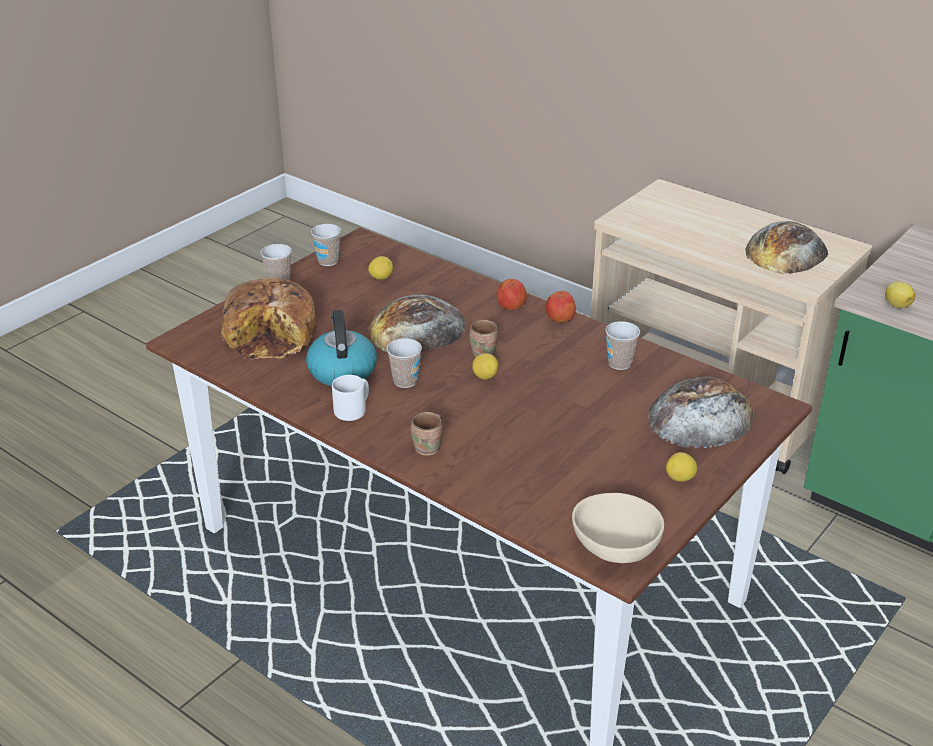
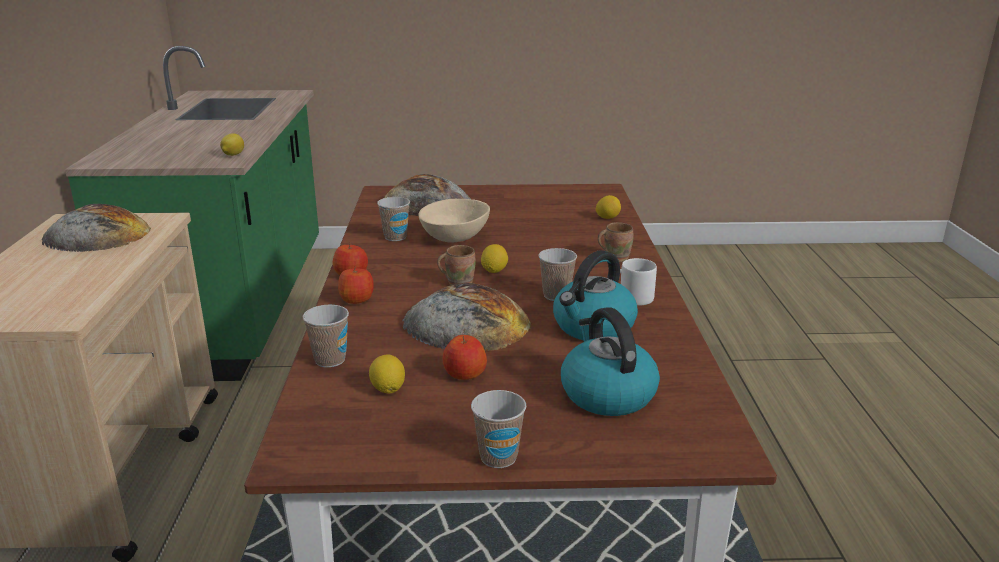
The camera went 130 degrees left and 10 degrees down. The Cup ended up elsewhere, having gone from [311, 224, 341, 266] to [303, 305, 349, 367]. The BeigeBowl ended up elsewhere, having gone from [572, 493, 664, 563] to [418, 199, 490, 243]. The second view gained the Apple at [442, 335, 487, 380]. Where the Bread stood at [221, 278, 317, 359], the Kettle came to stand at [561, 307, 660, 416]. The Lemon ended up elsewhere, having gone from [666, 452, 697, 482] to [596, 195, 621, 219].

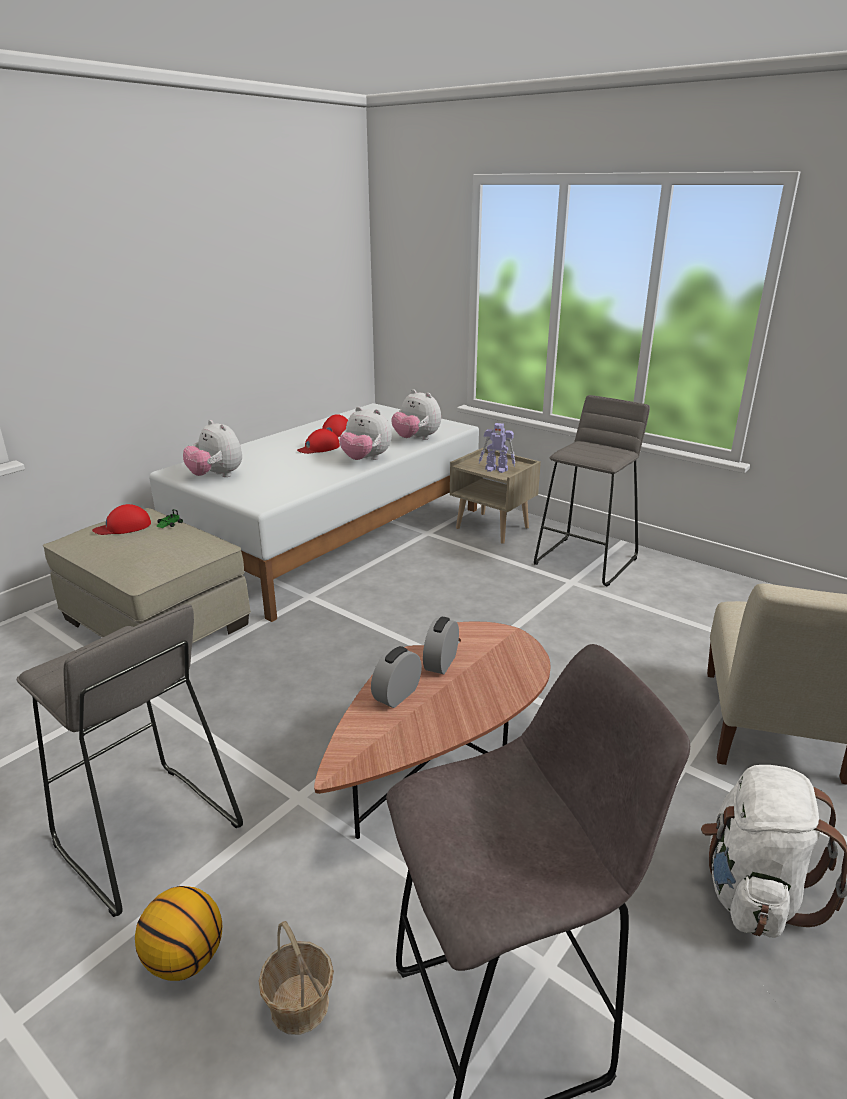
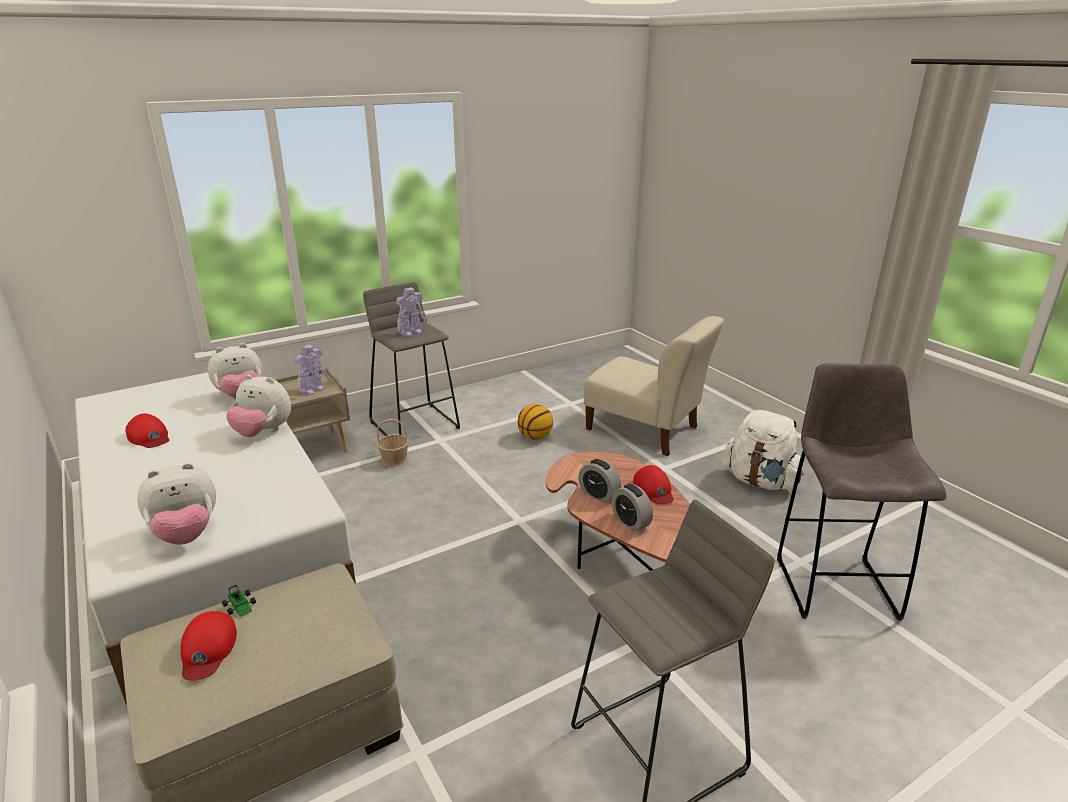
The camera went 70 degrees left and 0 degrees up. The PlushToy at [339, 407, 392, 460] ended up facing another way, 60 degrees clockwise from before. The Basket ended up elsewhere, having gone from [258, 921, 334, 1035] to [377, 419, 409, 467]. The second view gained the ToyRobot at [396, 287, 428, 337]. The Basketball ended up elsewhere, having gone from [135, 886, 222, 981] to [518, 404, 553, 440]. The RedCap ended up elsewhere, having gone from [297, 429, 340, 454] to [633, 465, 674, 504].

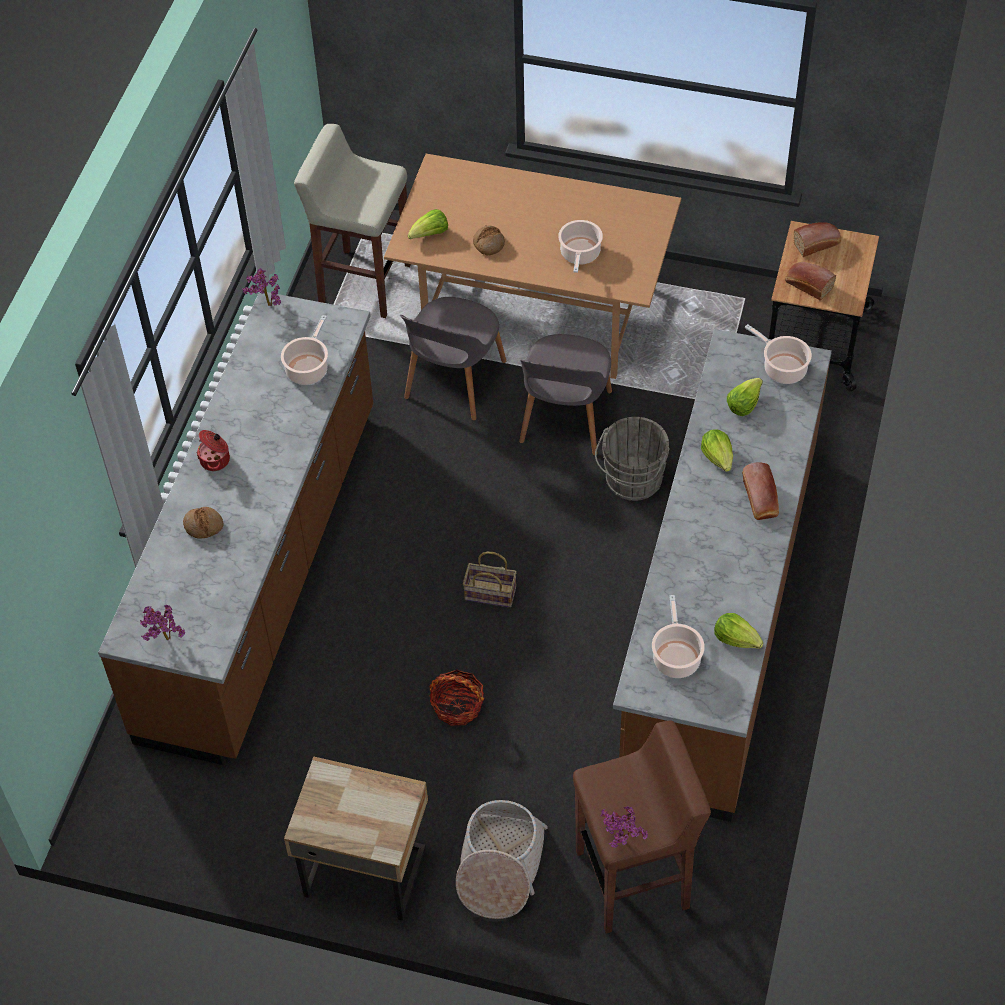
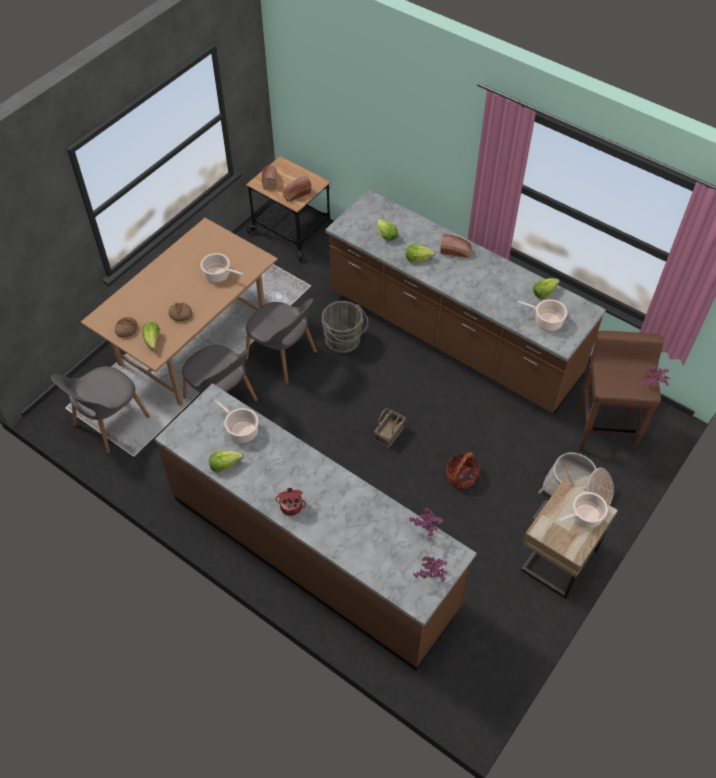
The camera went 70 degrees left and 0 degrees up. Where the BeigeStool stood at [294, 124, 411, 318], the GreyChair came to stand at [51, 366, 150, 454]. The Bread ended up elsewhere, having gone from [183, 507, 224, 539] to [115, 317, 137, 337]. The second view gained the Lettuce at [209, 451, 243, 472]. The PottedPlant ended up elsewhere, having gone from [242, 268, 281, 306] to [409, 507, 443, 536]. The CookingPot ended up elsewhere, having gone from [745, 324, 812, 384] to [557, 492, 608, 528].

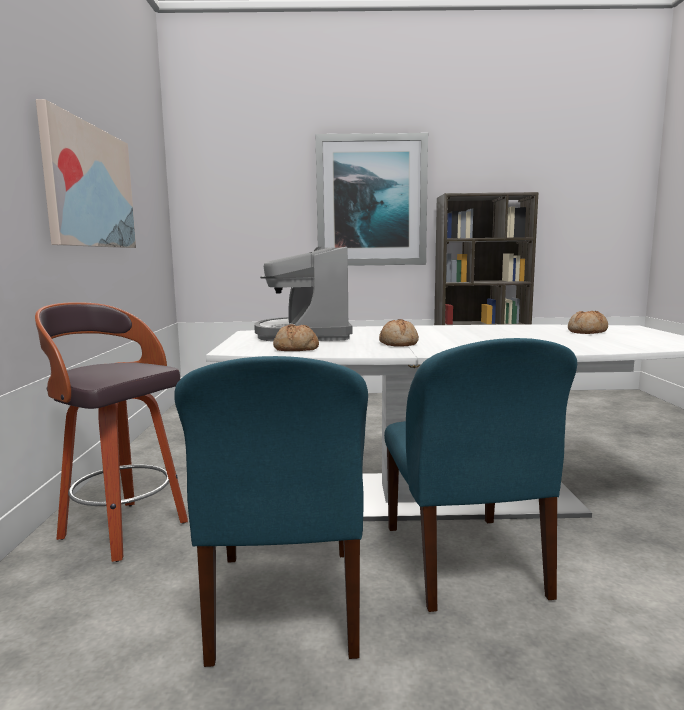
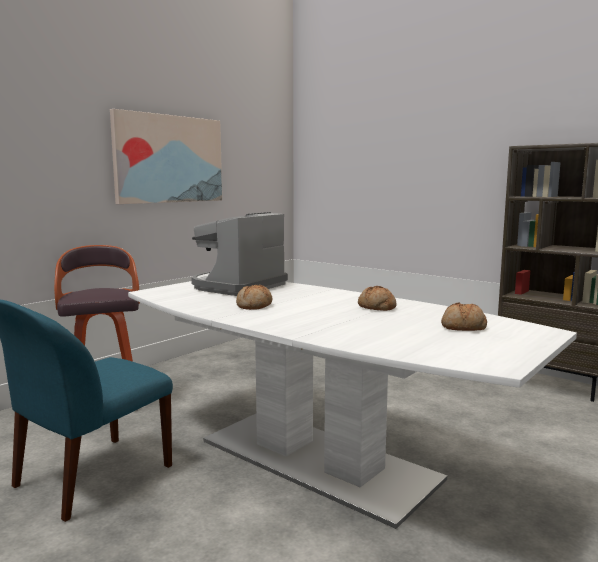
The camera went 40 degrees right and 0 degrees up. The Bread ended up elsewhere, having gone from [273, 324, 319, 351] to [358, 286, 396, 311]. The second view lost the Picture at [315, 133, 428, 266]. The second view lost the BlueChair at [384, 338, 577, 612].

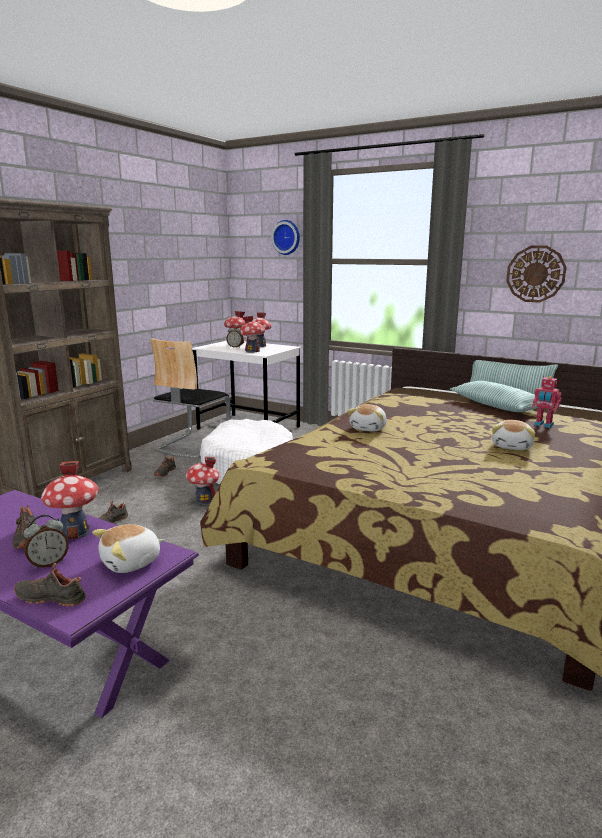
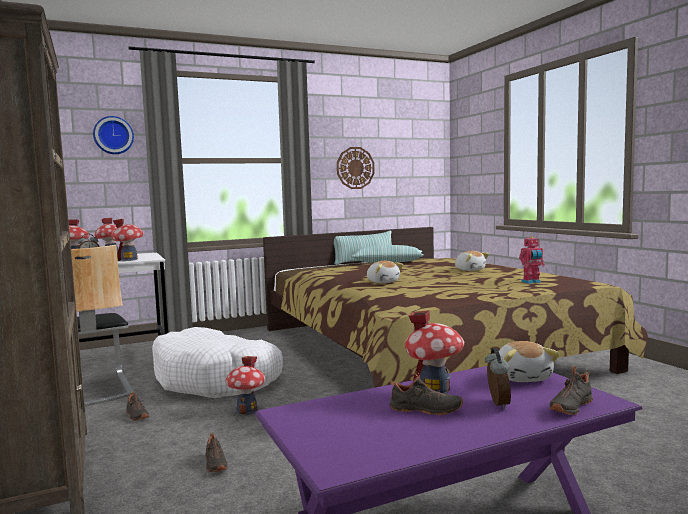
The camera went 55 degrees left and 10 degrees down. The ToyRobot ended up elsewhere, having gone from [532, 376, 561, 428] to [519, 236, 545, 284].

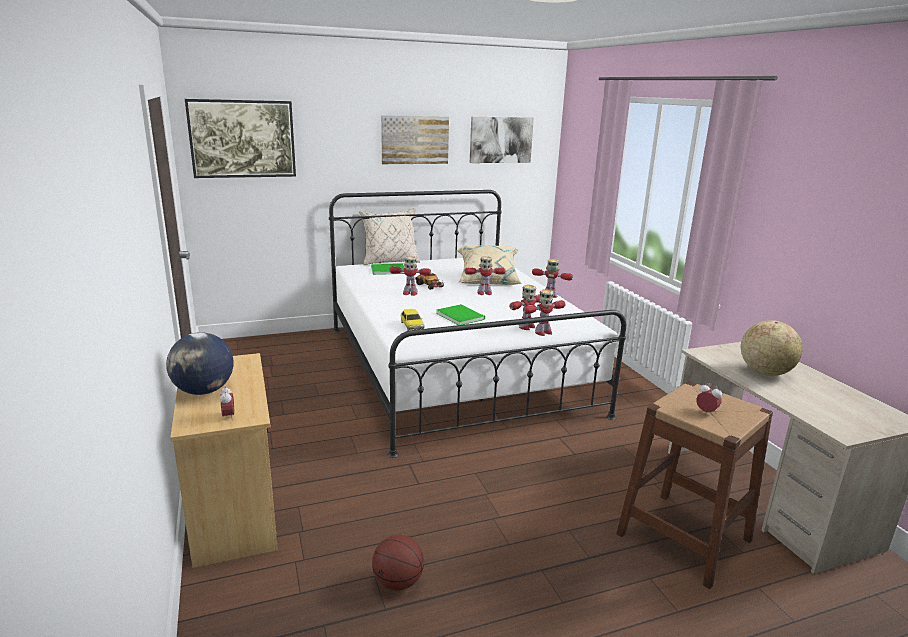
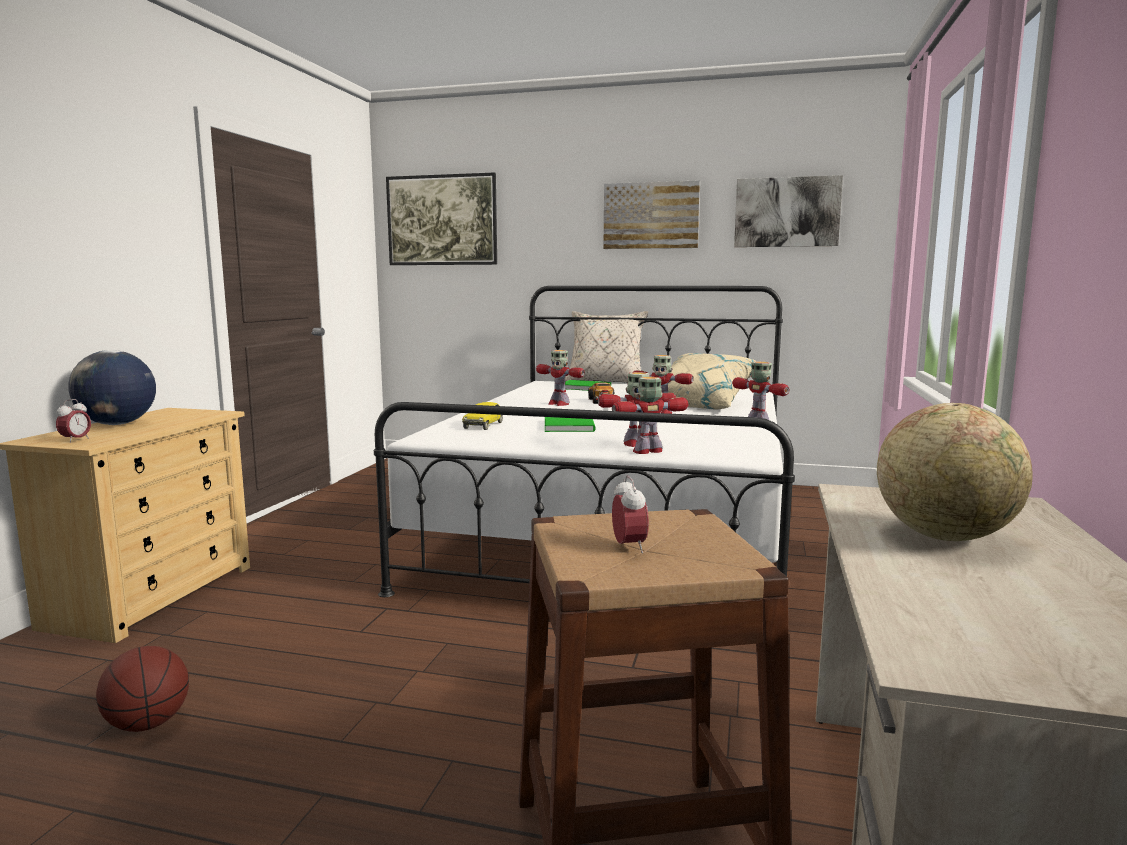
The camera went 35 degrees right and 10 degrees down. The ToyRobot at [523, 290, 566, 336] ended up facing another way, 150 degrees clockwise from before.

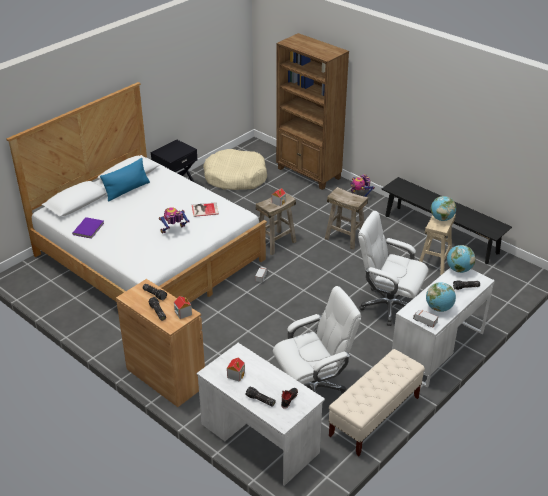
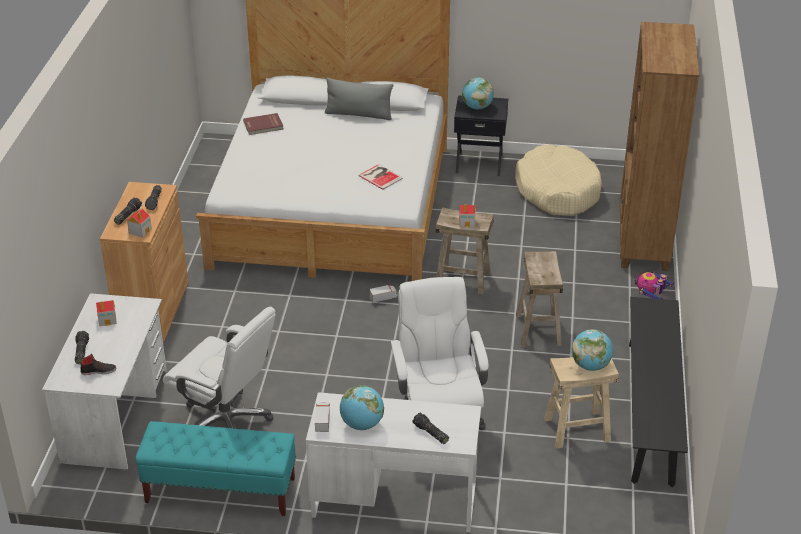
The camera went 55 degrees right and 0 degrees up. What was the BeigeBench at [329, 349, 425, 456] turned into the TurquoiseBench at [136, 421, 296, 516]. What was the PurpleBook at [72, 217, 104, 239] turned into the RedBook at [243, 113, 283, 135]. What was the BluePillow at [100, 158, 150, 202] turned into the GreyPillow at [325, 78, 393, 120]. The Globe ended up elsewhere, having gone from [447, 245, 475, 273] to [462, 77, 494, 109]. The second view lost the ToyRobot at [159, 207, 190, 234].

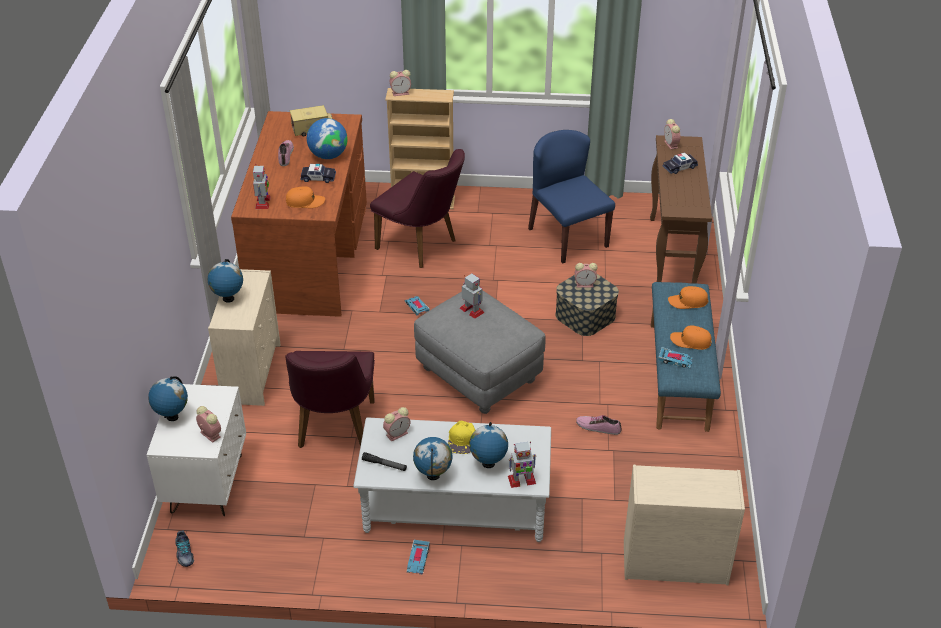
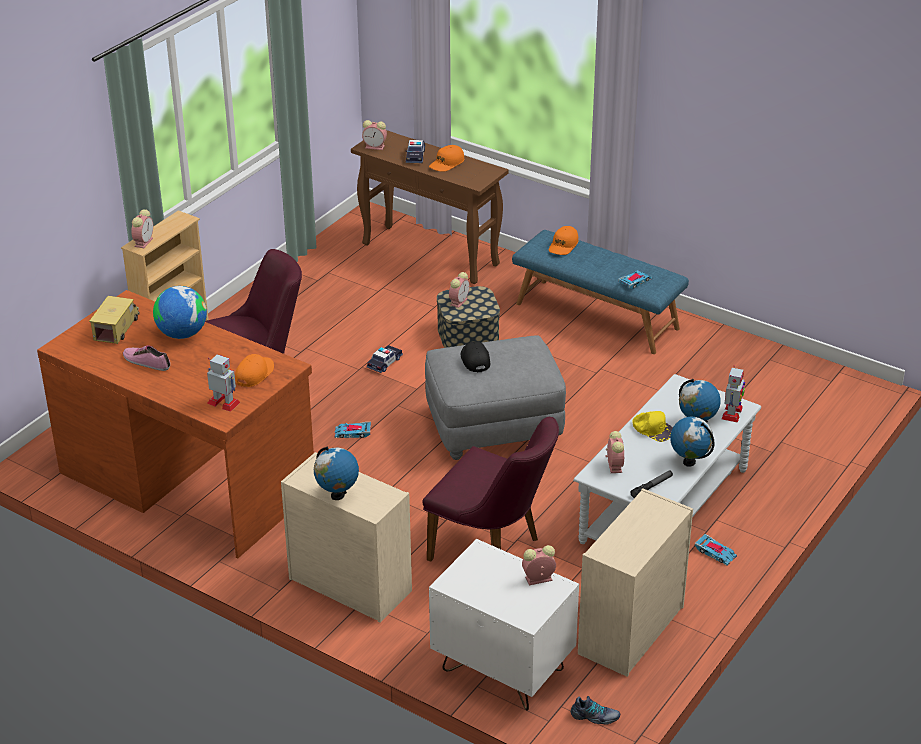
The camera went 60 degrees left and 5 degrees down. The ToyCar ended up elsewhere, having gone from [300, 164, 336, 183] to [367, 345, 403, 373]. The OrangeCap ended up elsewhere, having gone from [670, 325, 711, 350] to [429, 145, 464, 172]. Where the ToyRobot stood at [460, 274, 484, 319], the BlackCap came to stand at [461, 341, 490, 373]. The BeigeDresser ended up elsewhere, having gone from [624, 465, 745, 585] to [578, 488, 693, 677]. The second view lost the Globe at [148, 376, 188, 421]. The second view lost the BlueChair at [528, 130, 615, 263]. The second view lost the Shoe at [576, 415, 622, 435].

